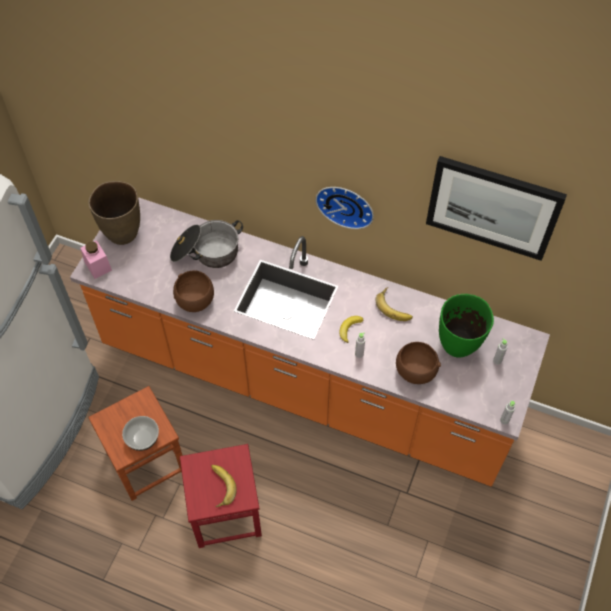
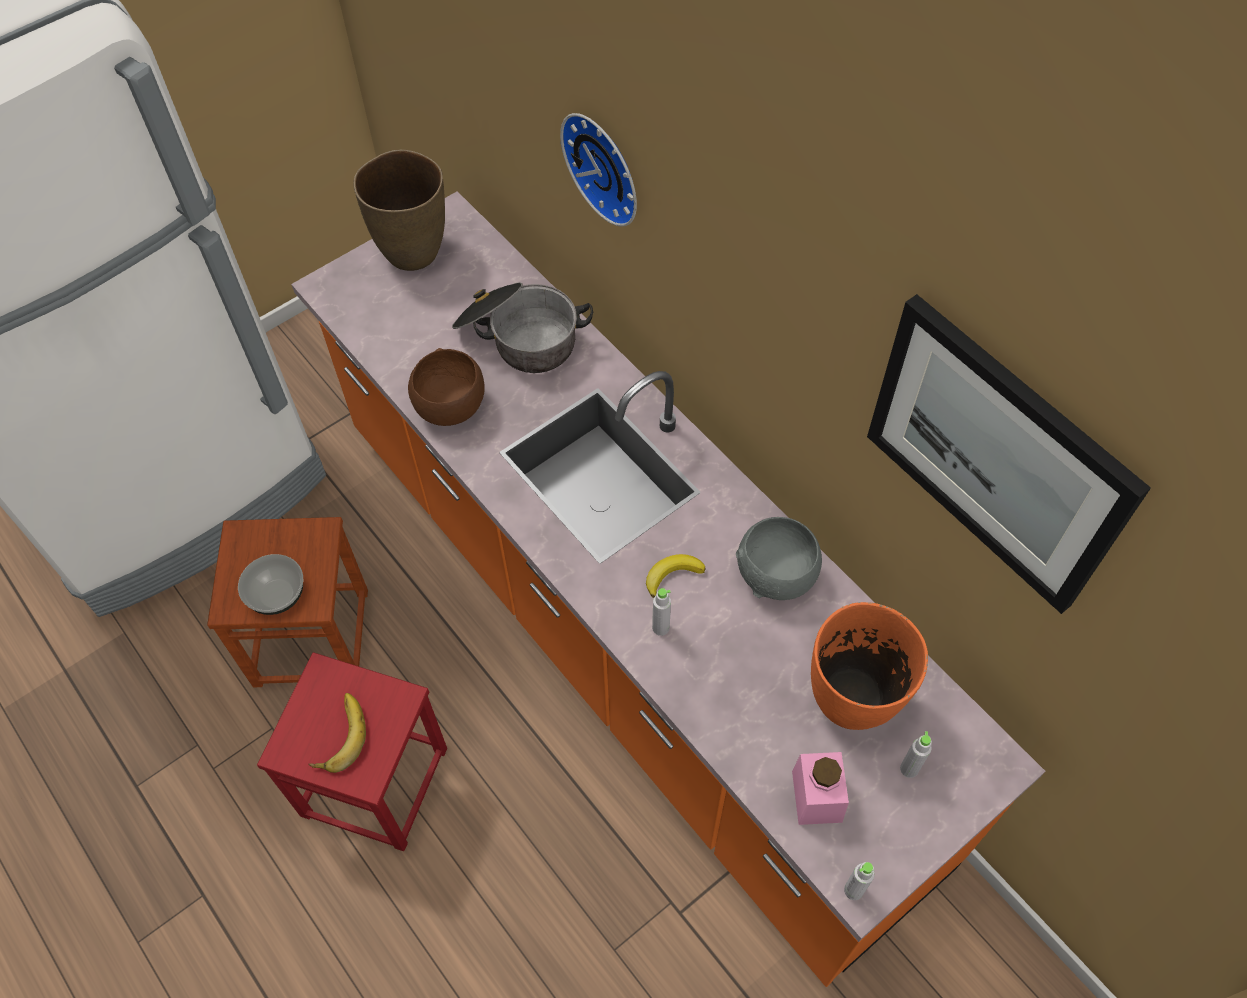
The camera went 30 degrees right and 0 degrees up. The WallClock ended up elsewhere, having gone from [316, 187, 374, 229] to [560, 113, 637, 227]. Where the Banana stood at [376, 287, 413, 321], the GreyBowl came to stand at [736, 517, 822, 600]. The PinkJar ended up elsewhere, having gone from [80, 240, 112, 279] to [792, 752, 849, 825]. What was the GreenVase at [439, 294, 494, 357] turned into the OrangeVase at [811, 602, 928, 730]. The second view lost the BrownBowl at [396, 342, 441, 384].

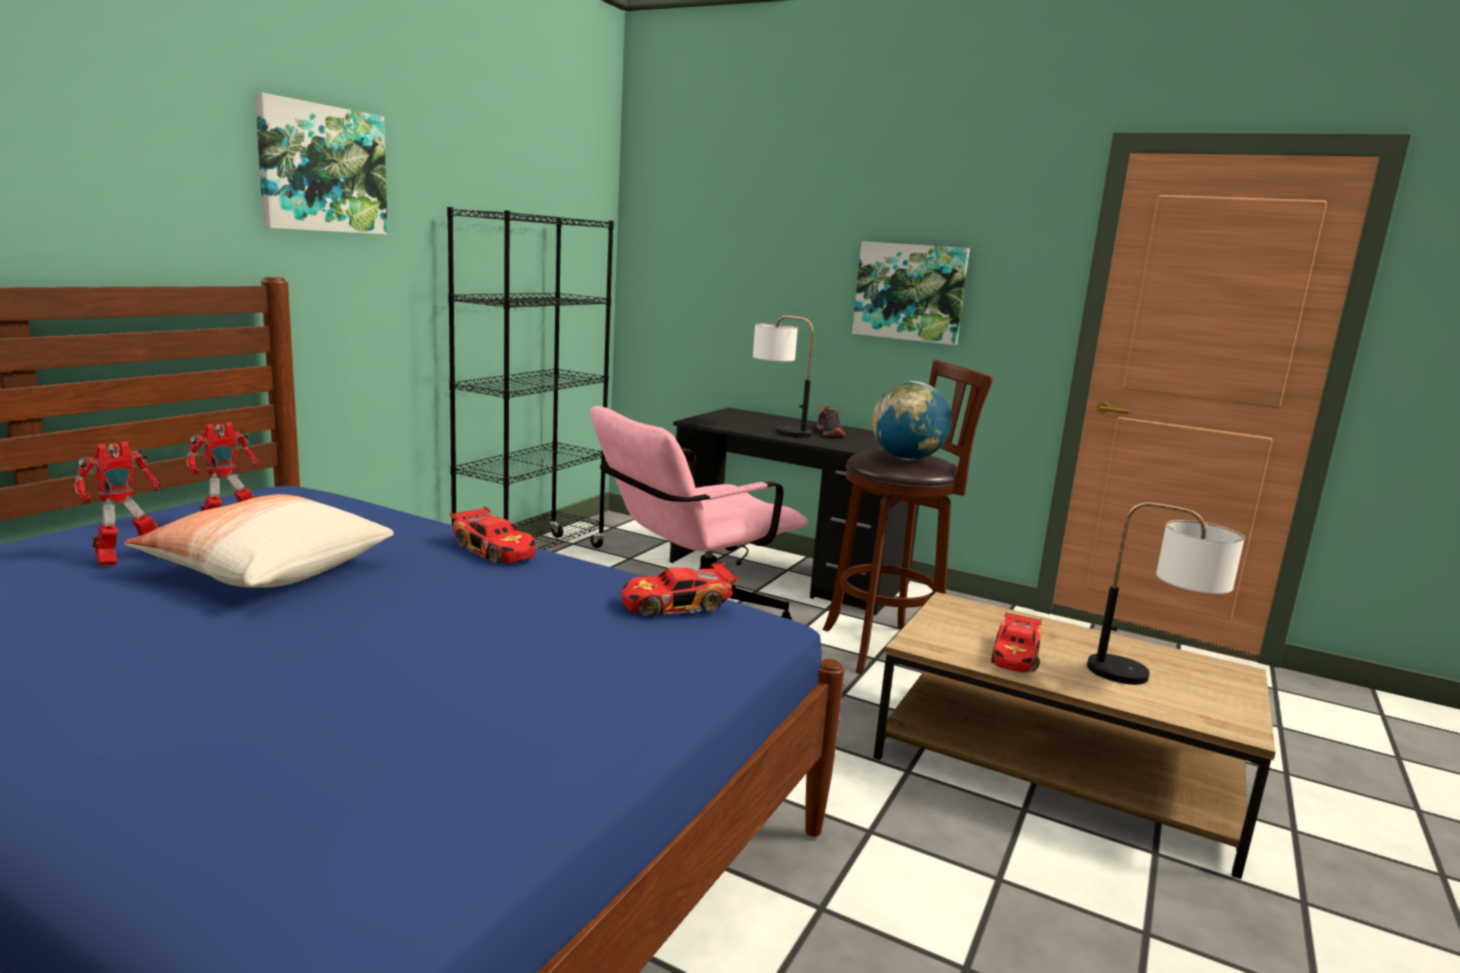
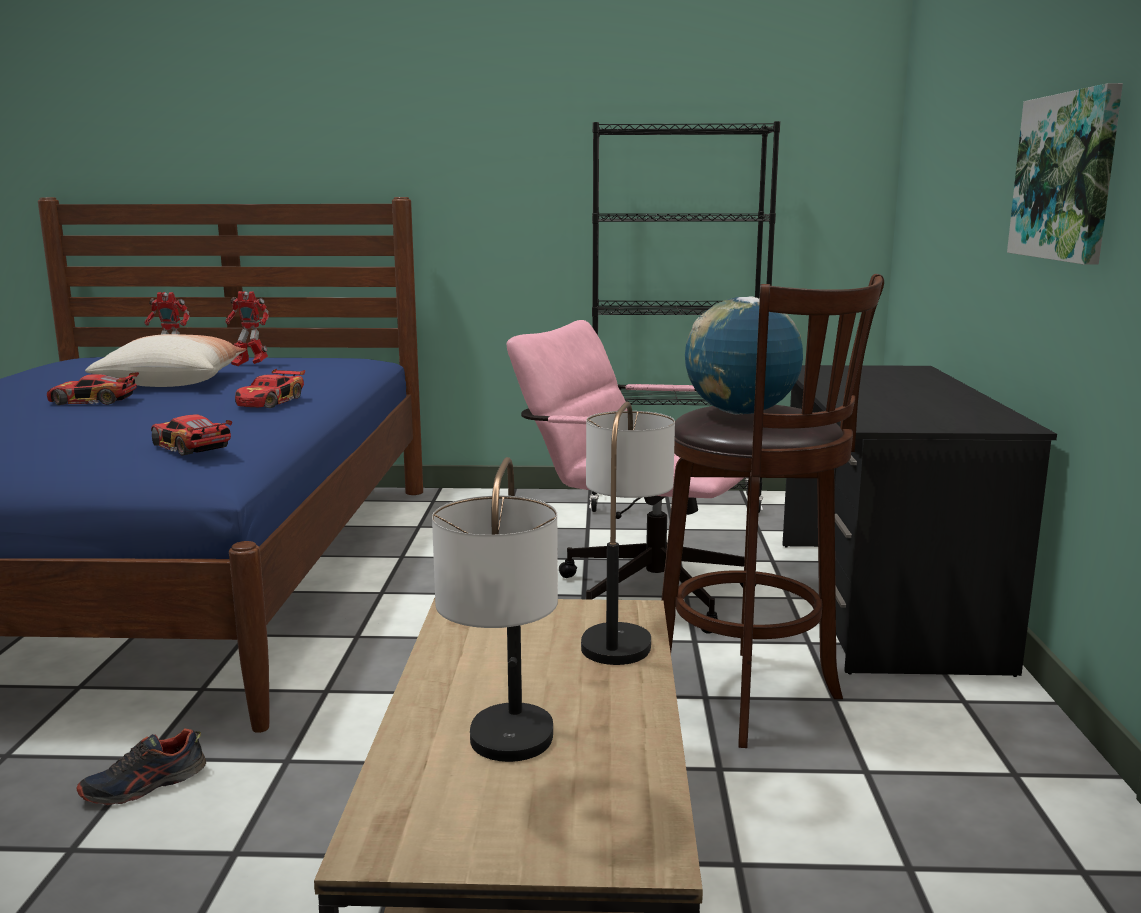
The camera went 65 degrees right and 0 degrees up. The ToyCar ended up elsewhere, having gone from [991, 611, 1042, 673] to [47, 372, 139, 405]. The Shoe ended up elsewhere, having gone from [817, 406, 845, 436] to [77, 728, 206, 805]. The TableLamp ended up elsewhere, having gone from [753, 316, 813, 438] to [581, 402, 675, 665]. The second view lost the Picture at [255, 92, 388, 235].

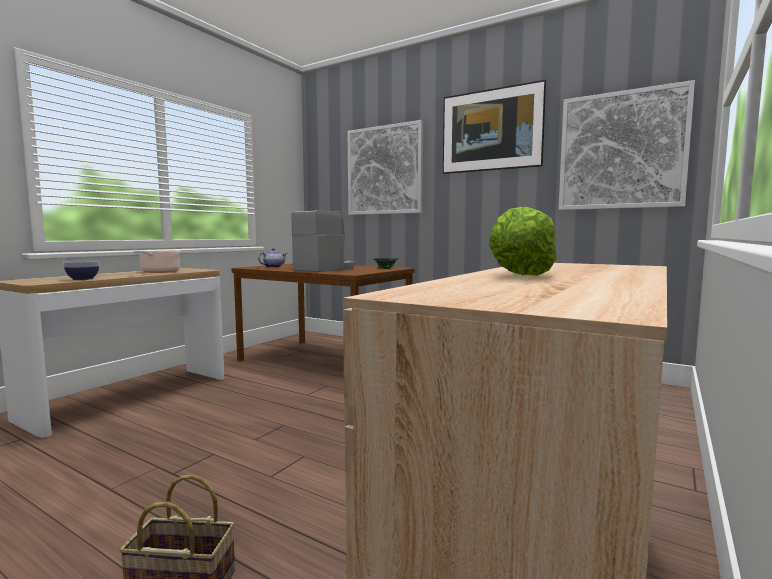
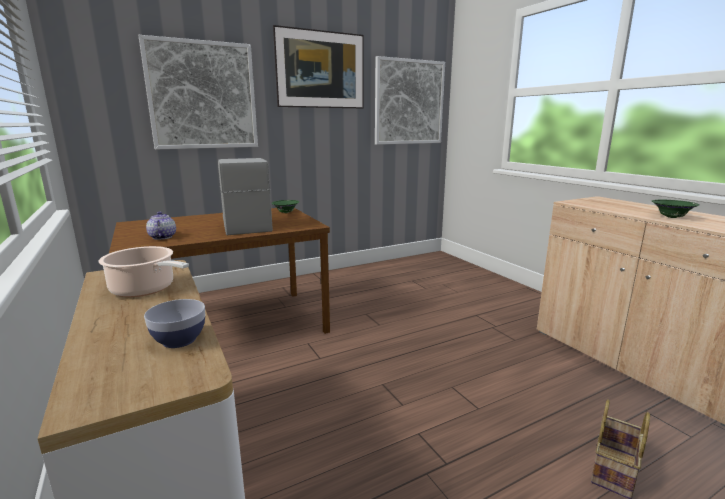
The camera went 60 degrees left and 10 degrees up. Where the Lettuce stood at [489, 207, 557, 276], the GreenBowl came to stand at [652, 200, 700, 218].

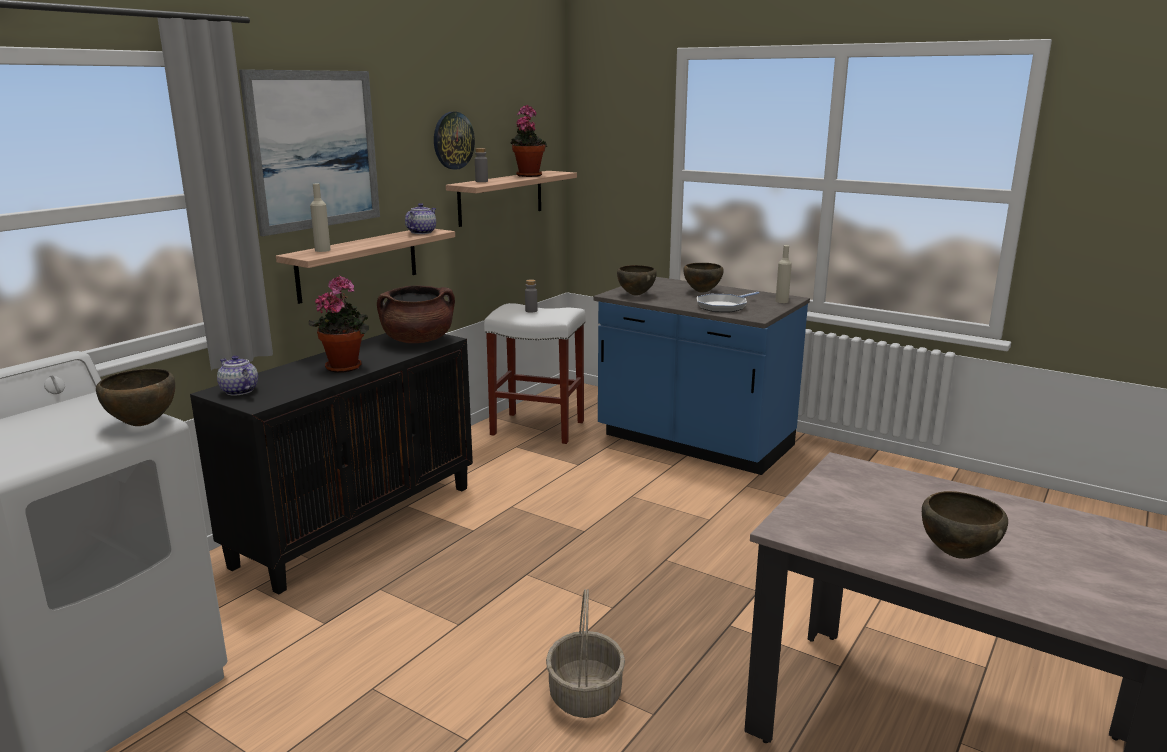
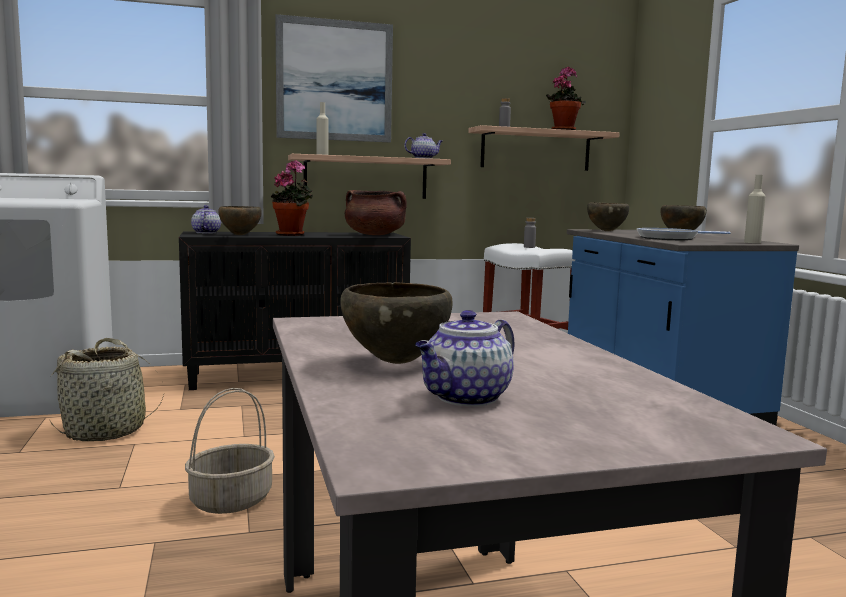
The camera went 40 degrees right and 10 degrees down. The second view gained the Basket at [50, 338, 164, 441]. The BrownBowl ended up elsewhere, having gone from [96, 369, 175, 426] to [218, 206, 262, 235]. The second view gained the Teapot at [415, 310, 514, 407]. The second view lost the WallClock at [434, 112, 475, 170].

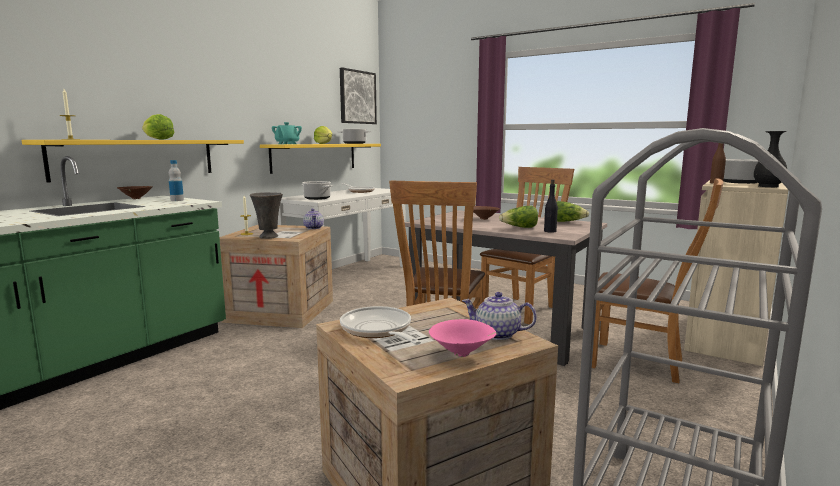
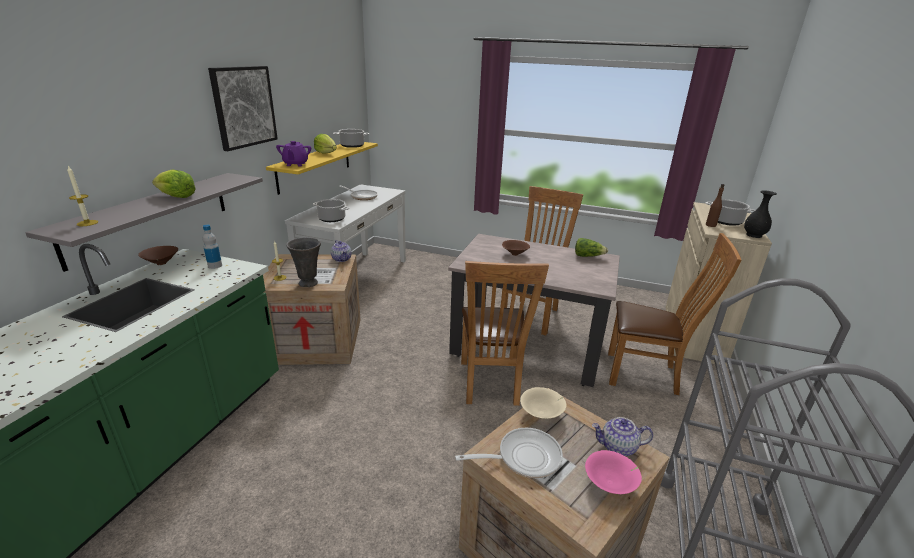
The camera went 15 degrees left and 15 degrees up. What was the YellowShelf at [21, 140, 244, 183] turned into the GreyShelf at [25, 173, 263, 272]. The Picture ended up elsewhere, having gone from [340, 67, 377, 124] to [208, 66, 278, 151]. What was the TurquoiseTeapot at [272, 122, 302, 144] turned into the PurpleTeapot at [276, 141, 311, 167]. The FryingPan at [340, 306, 421, 345] ended up facing another way, 120 degrees clockwise from before. The second view gained the BeigeBowl at [520, 387, 566, 419]. The second view lost the Lettuce at [499, 206, 538, 228]. The second view lost the BlackBottle at [544, 179, 558, 233].

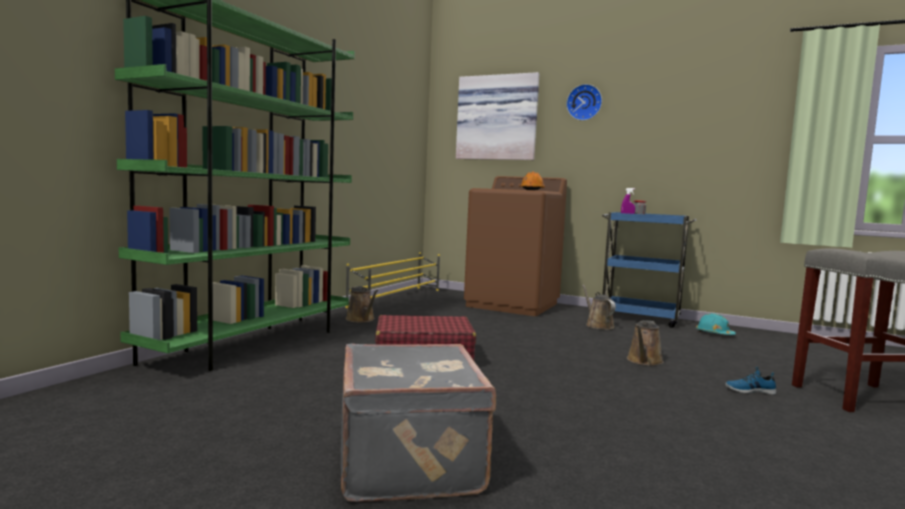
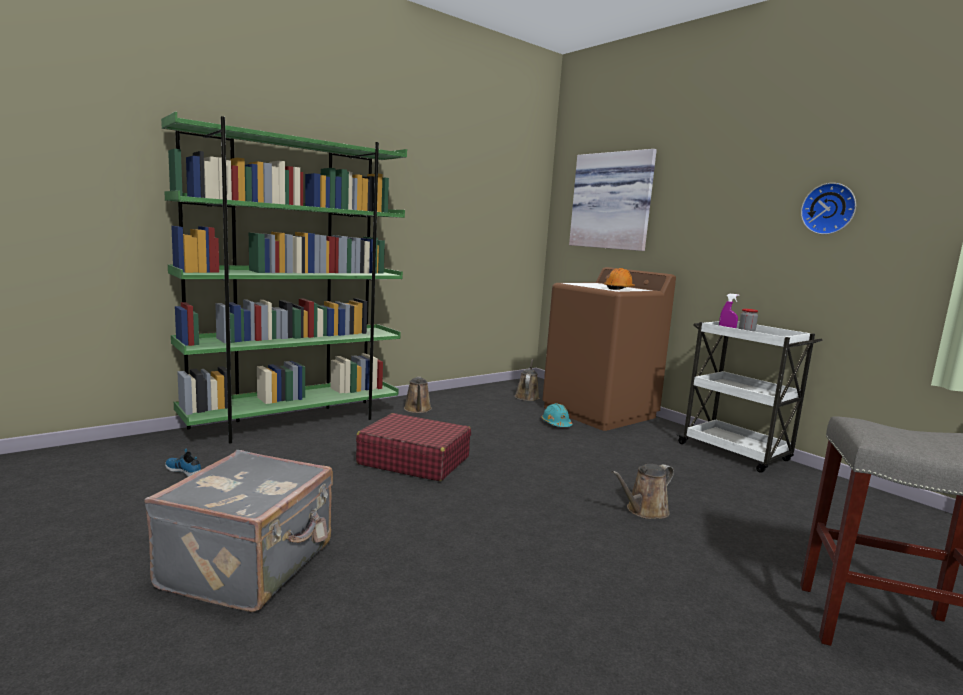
The camera went 25 degrees right and 5 degrees up. The Shoe ended up elsewhere, having gone from [725, 366, 777, 395] to [165, 448, 201, 477]. The BrownWateringCan ended up elsewhere, having gone from [582, 285, 616, 330] to [515, 359, 540, 401]. The TurquoiseHardHat ended up elsewhere, having gone from [696, 313, 736, 335] to [542, 403, 573, 427]. What was the BlueCart at [602, 212, 696, 328] turned into the WhiteCart at [676, 321, 823, 473]. The WallClock ended up elsewhere, having gone from [566, 84, 602, 120] to [801, 183, 856, 235]. The second view lost the YellowShoeRack at [345, 252, 440, 308].

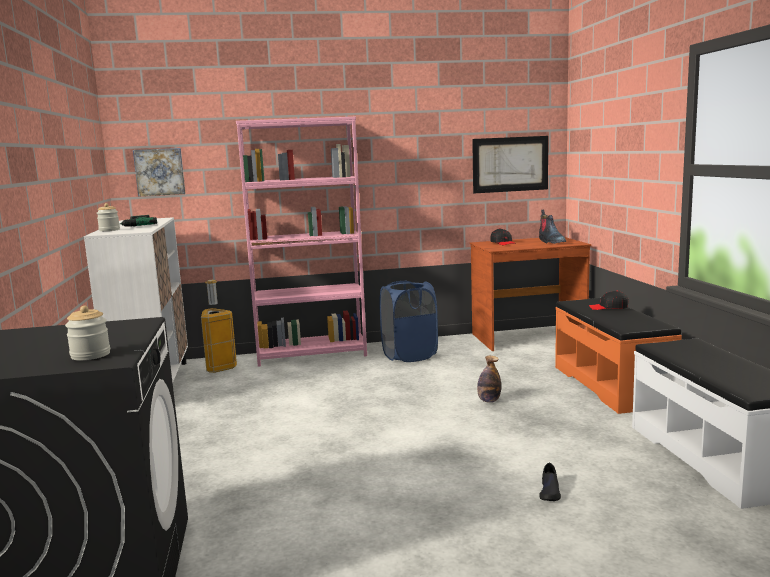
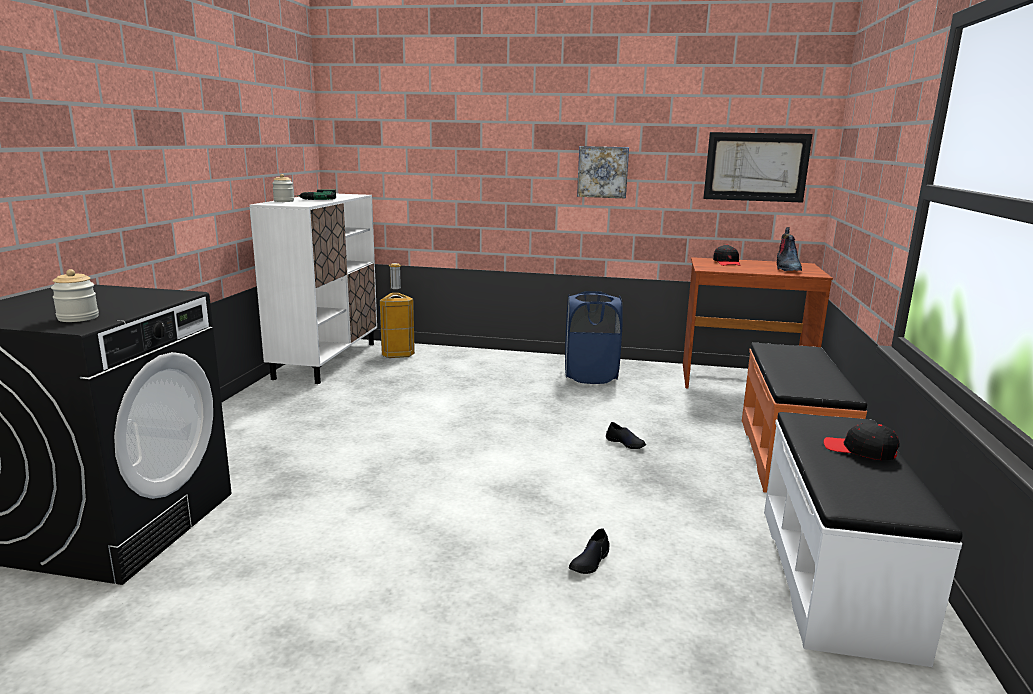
The camera went 20 degrees right and 5 degrees up. The Picture ended up elsewhere, having gone from [133, 148, 186, 197] to [577, 146, 629, 198]. Where the Bottle stood at [477, 356, 501, 403], the BlackShoe came to stand at [606, 422, 646, 449]. The BlackCap ended up elsewhere, having gone from [589, 291, 629, 310] to [823, 423, 900, 460]. The second view lost the PinkBookcase at [236, 117, 367, 367].

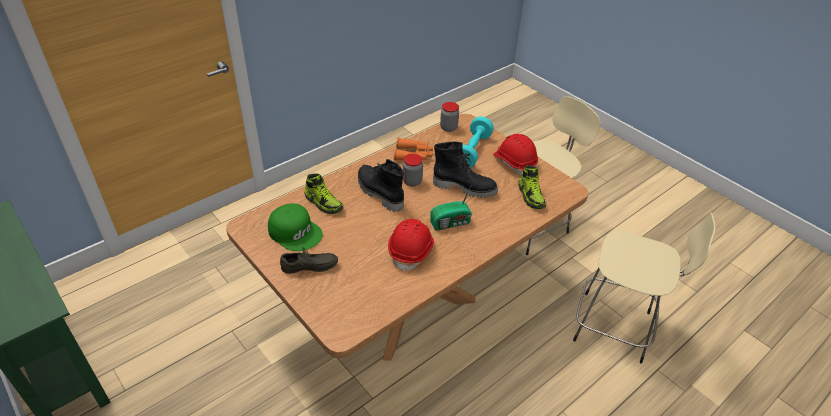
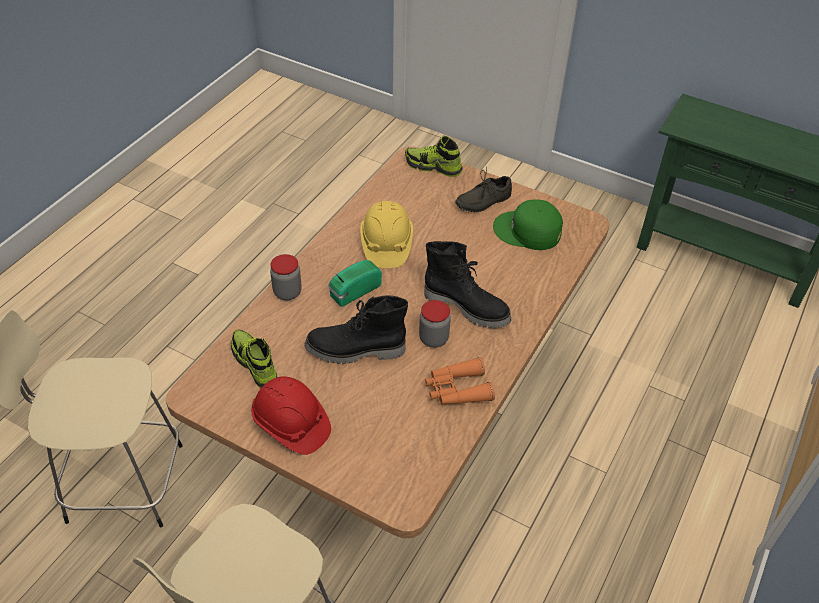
The camera went 160 degrees right and 5 degrees up. The Jar ended up elsewhere, having gone from [440, 102, 459, 132] to [270, 254, 302, 300]. What was the RedHardHat at [388, 219, 434, 272] turned into the YellowHardHat at [360, 201, 413, 268]. The Shoe ended up elsewhere, having gone from [304, 173, 344, 214] to [405, 136, 463, 177]. The second view lost the TurquoiseDumbbell at [463, 116, 494, 168].

